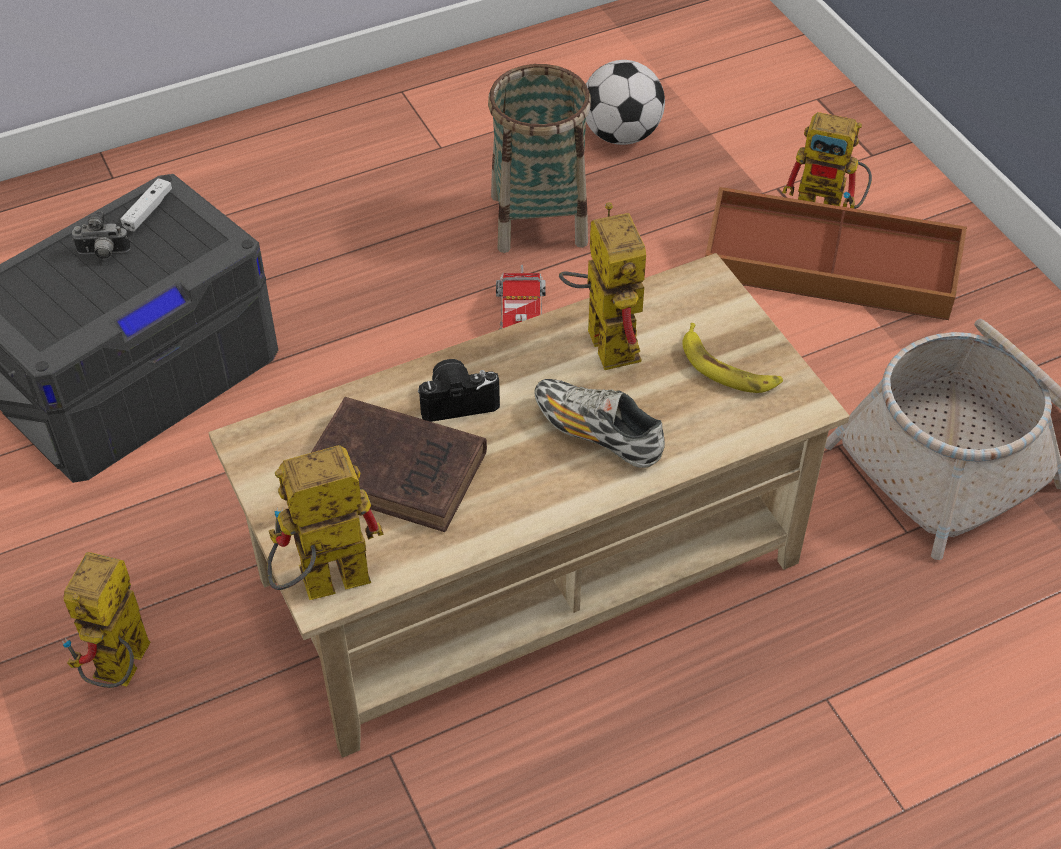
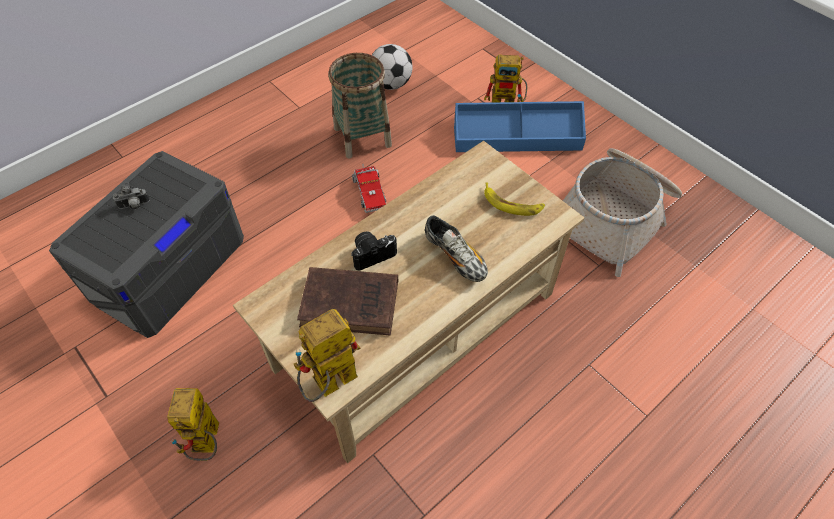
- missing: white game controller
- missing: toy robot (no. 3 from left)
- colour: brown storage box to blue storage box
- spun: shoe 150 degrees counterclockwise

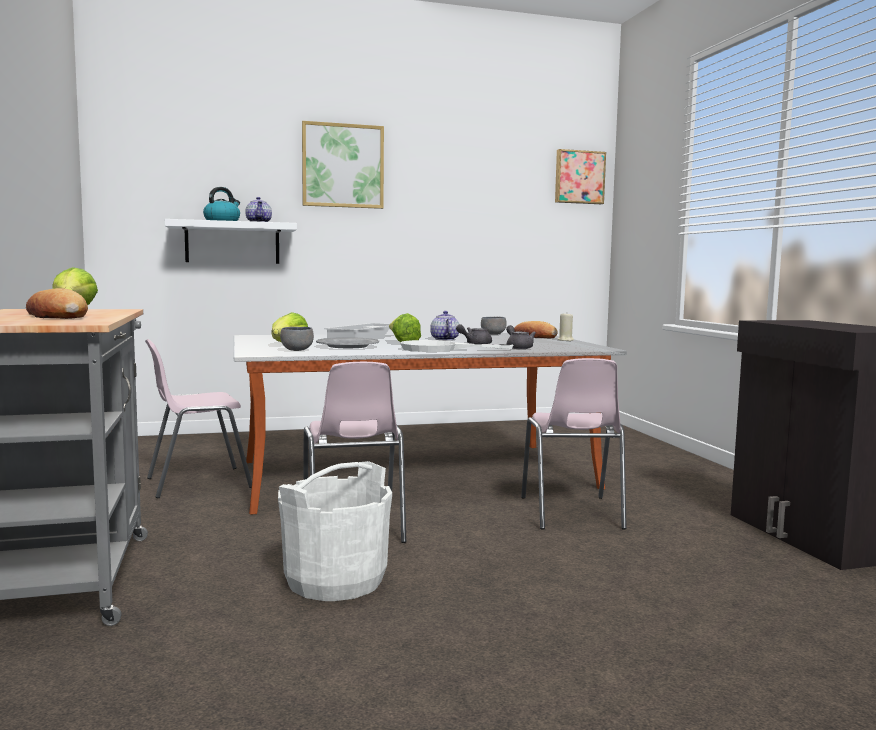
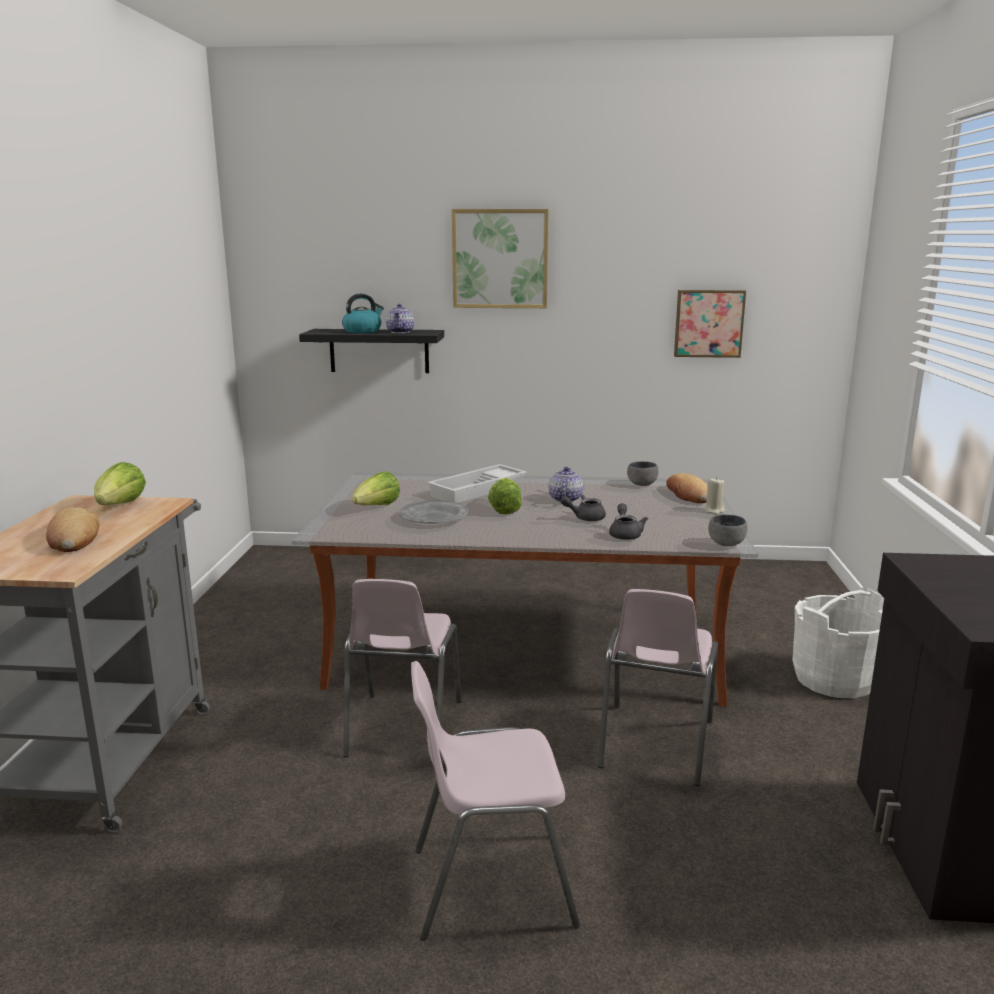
- missing: white frying pan
- relocated: pink chair (no. 1 from left in the first image) to pink chair (no. 2 from left)
- relocated: white bucket
- relocated: grey bowl (no. 1 from left in the first image) to grey bowl (no. 2 from left)
- relocated: picture (no. 2 from left)
- colour: white shelf to black shelf

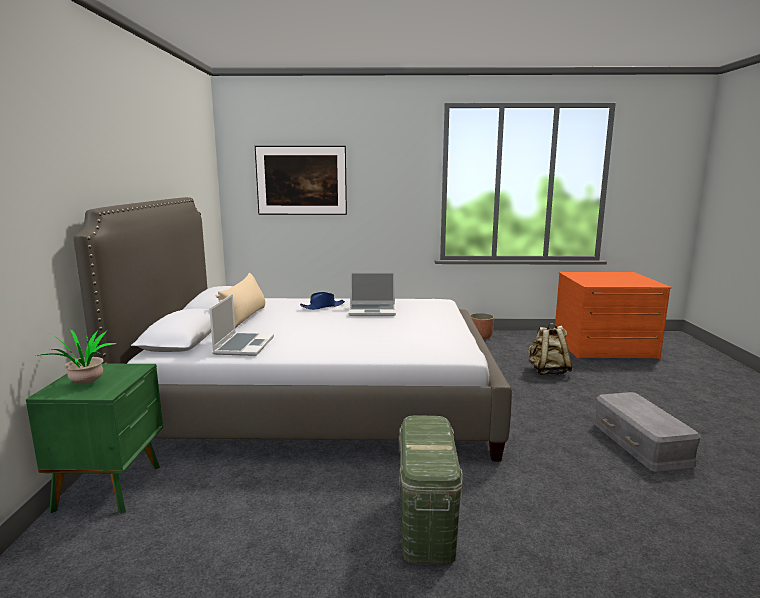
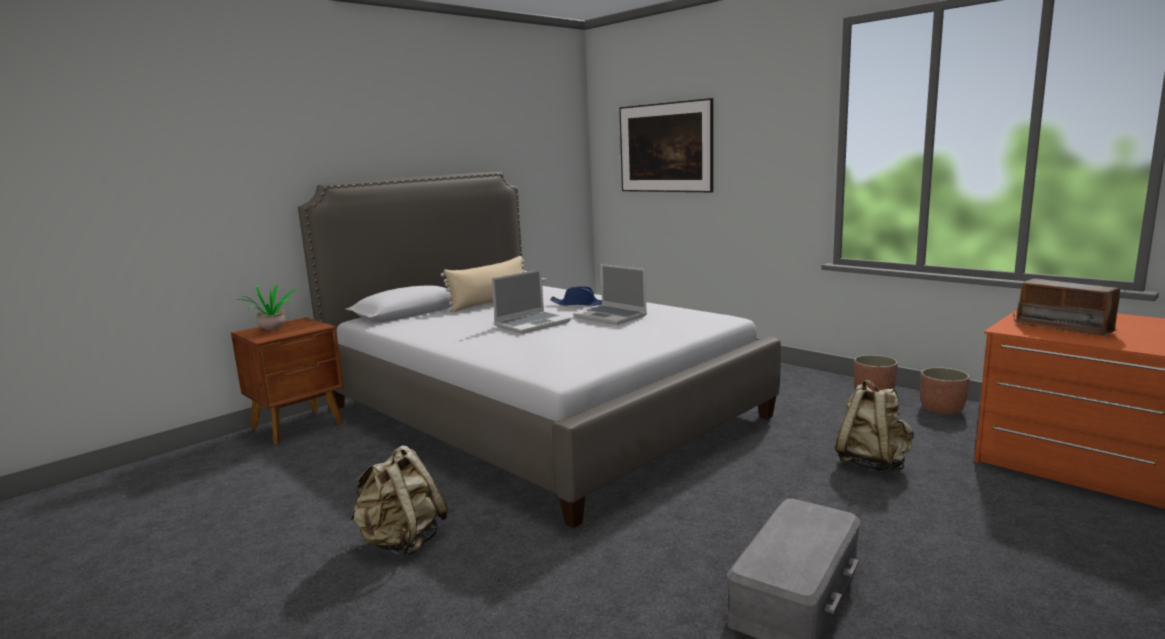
- appeared: planter (no. 2 from left)
- appeared: radio
- relocated: laptop (no. 1 from left)
- exchanged: green storage box to beige backpack (no. 1 from left)
- colour: green nightstand to brown nightstand

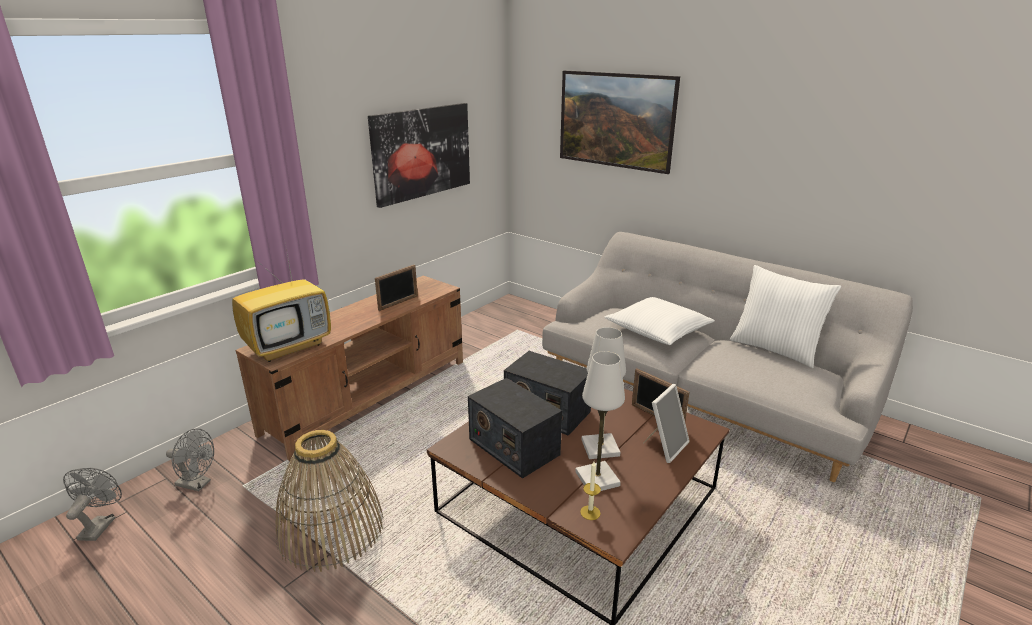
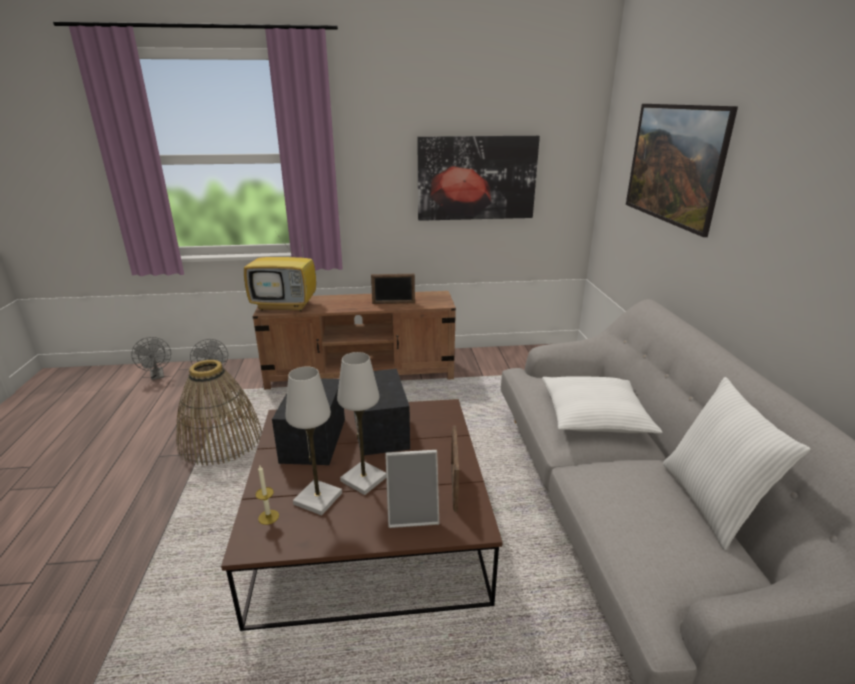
- spun: grey fan (no. 1 from left) 105 degrees clockwise

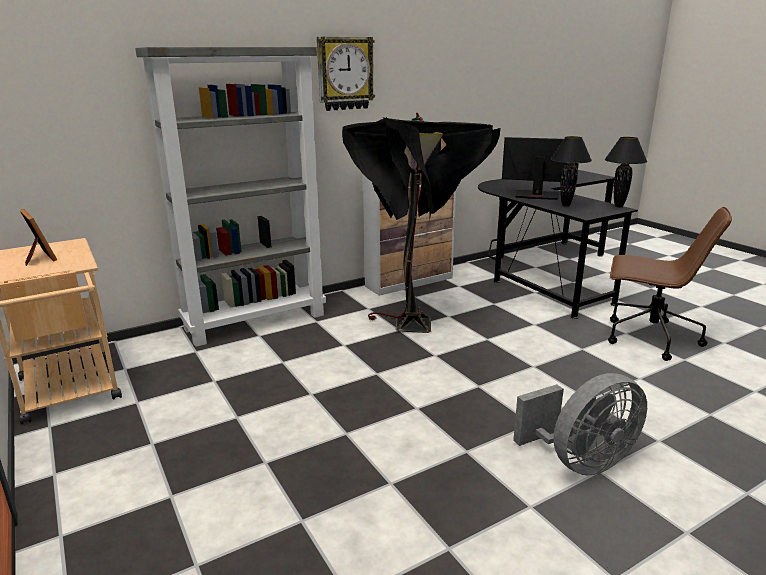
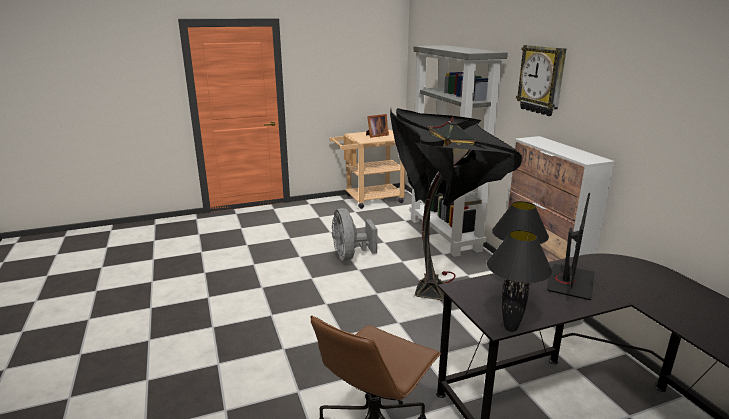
- relocated: grey fan

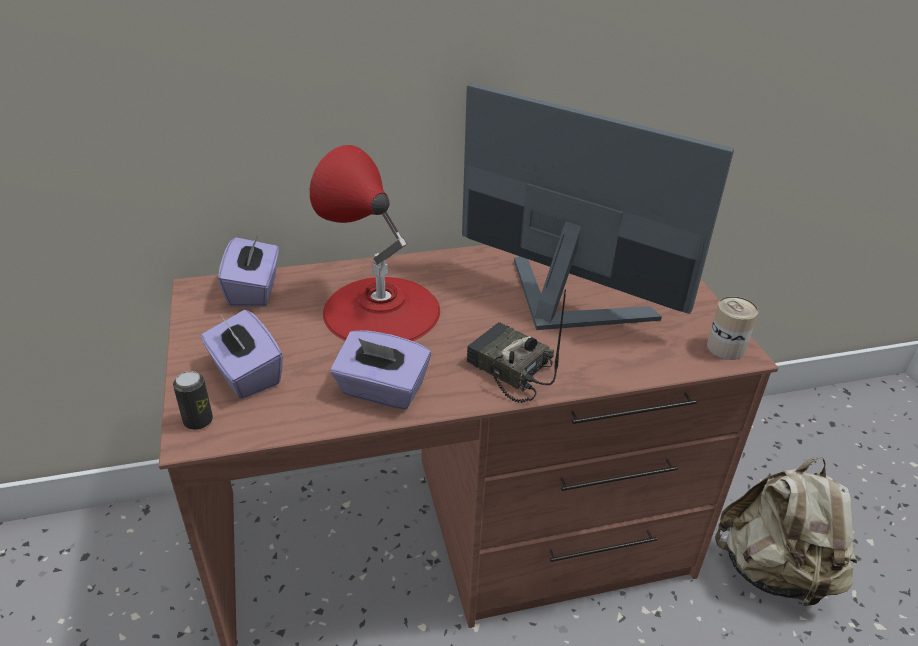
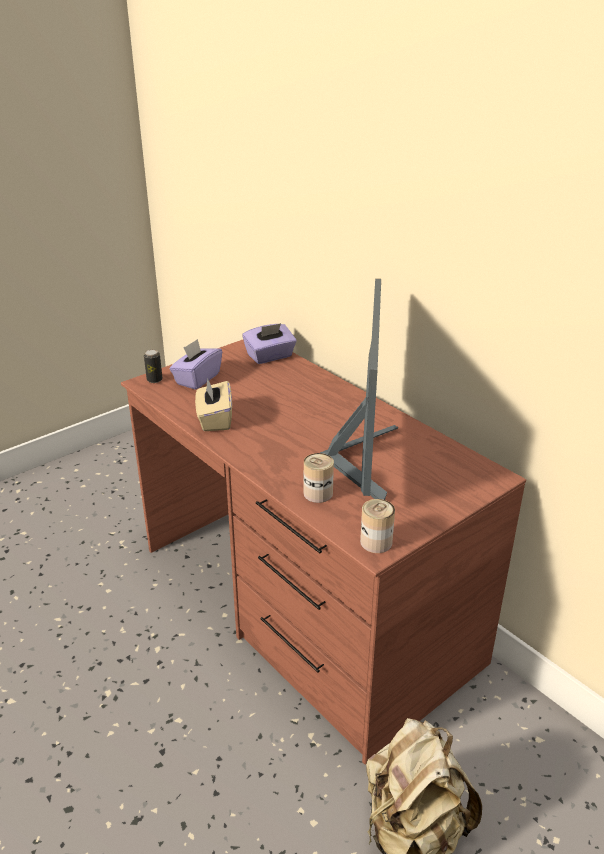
- missing: red table lamp
- missing: radio
- appeared: can (no. 2 from left)
- colour: purple tissue box (no. 3 from left) to beige tissue box

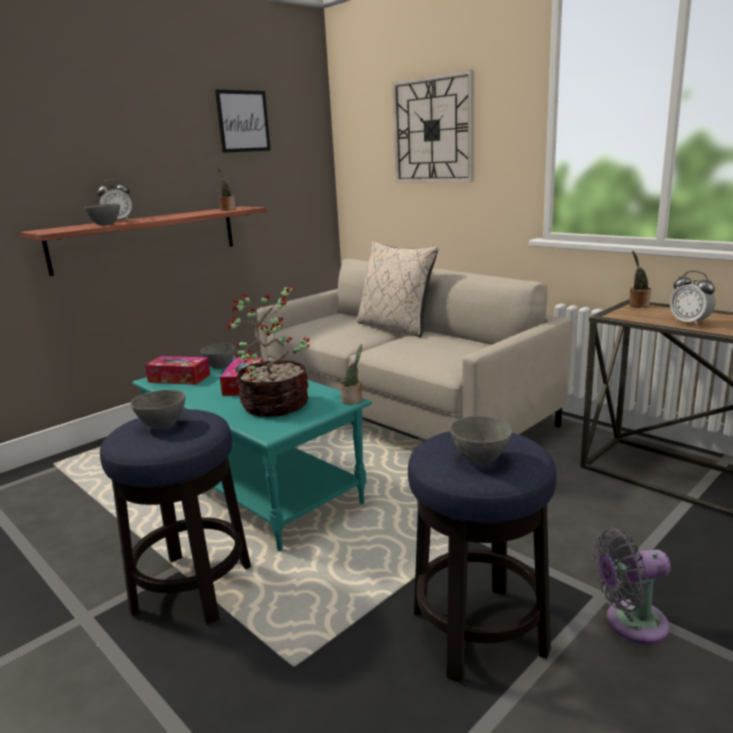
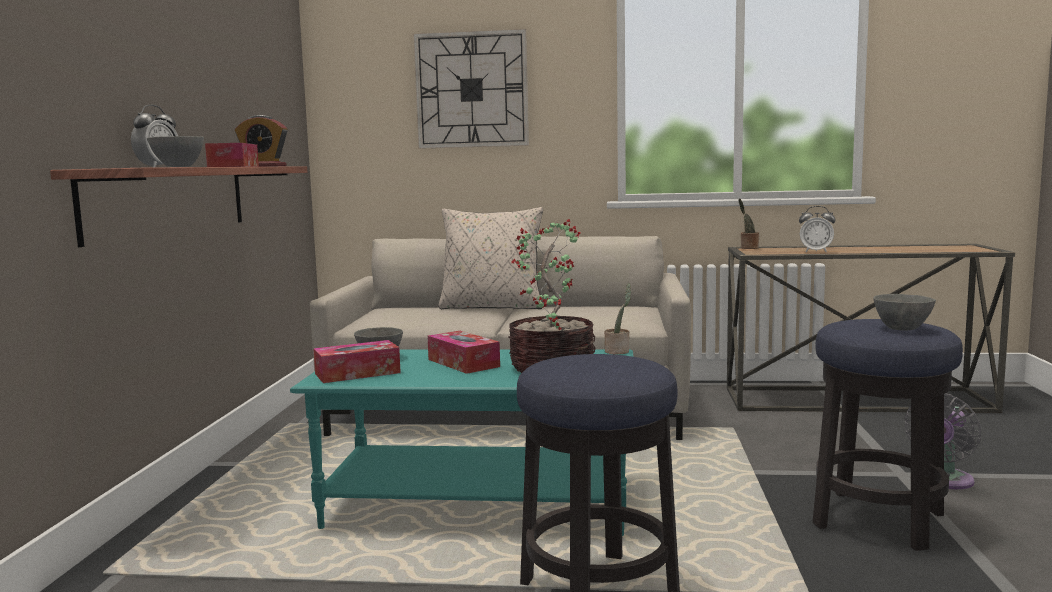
- missing: grey bowl (no. 2 from left)
- missing: picture
- appeared: tissue box (no. 1 from left)
- exchanged: potted plant (no. 1 from left) to alarm clock (no. 2 from left)

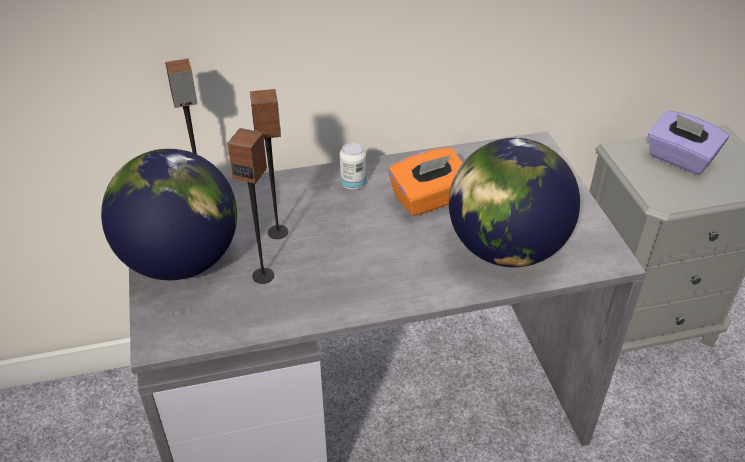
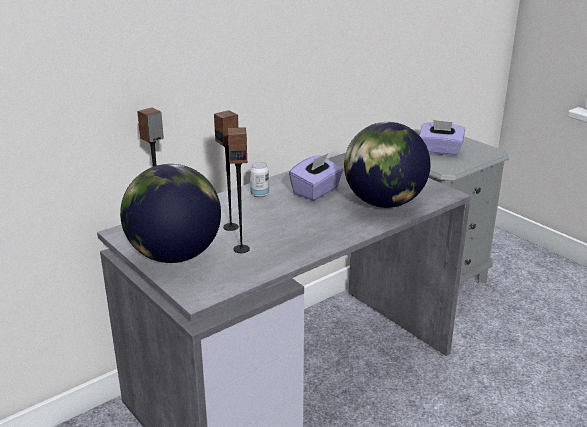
- colour: orange tissue box to purple tissue box (no. 1 from left)

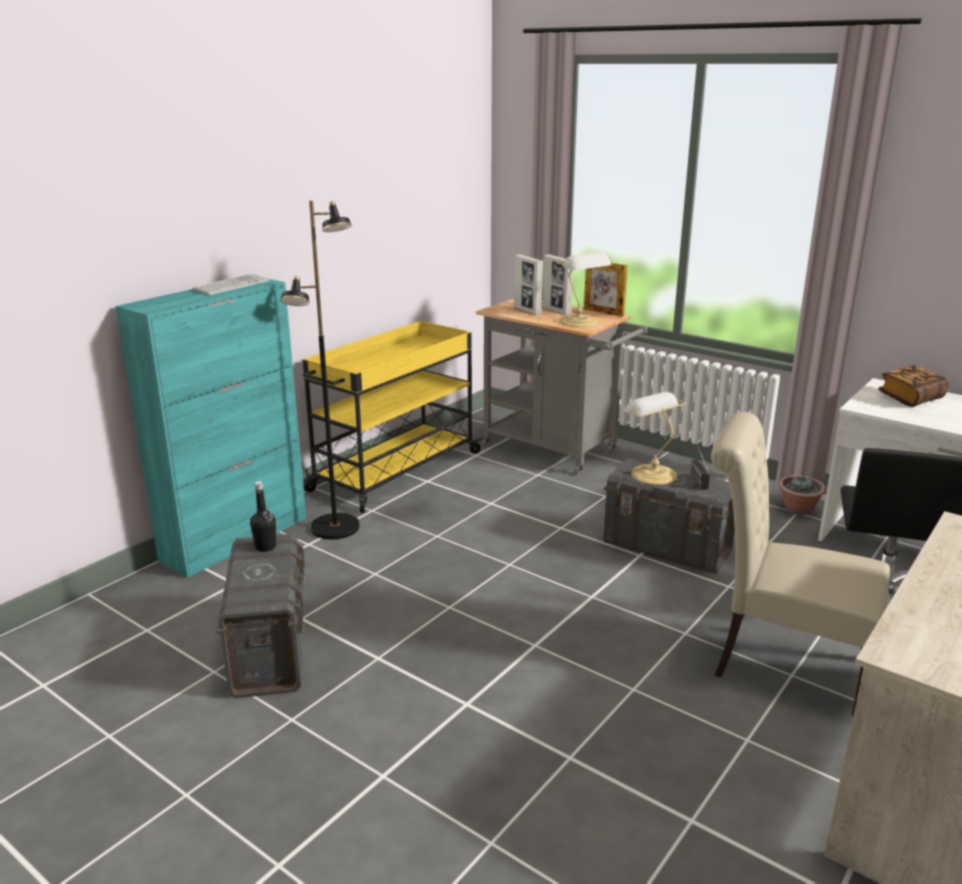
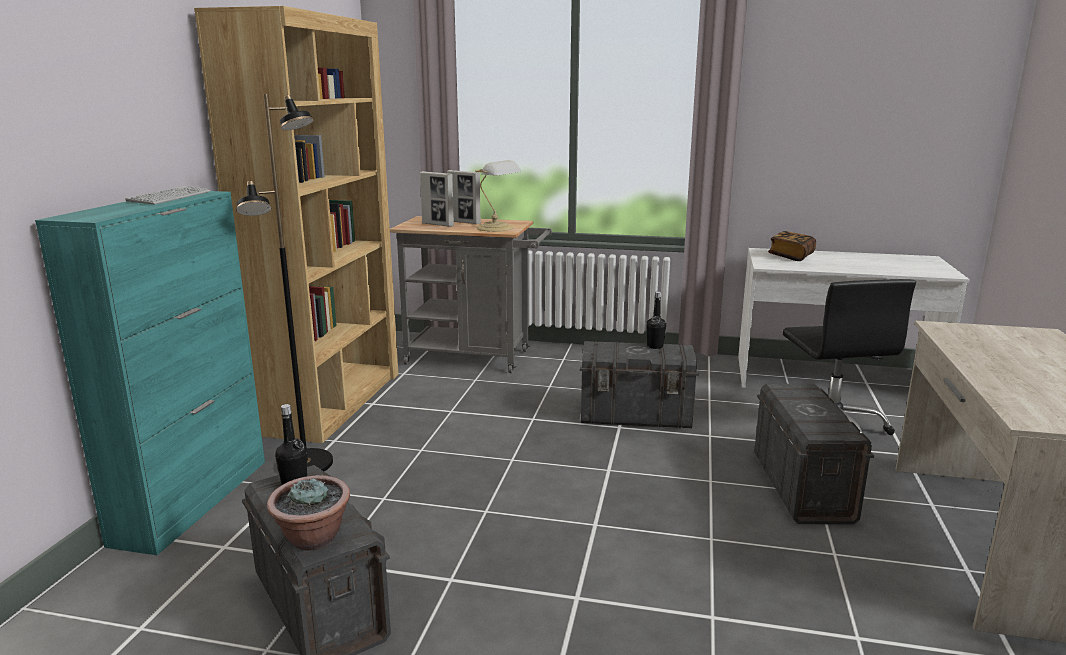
- missing: picture frame (no. 3 from left)
- missing: table lamp (no. 2 from left)
- relocated: potted plant
- exchanged: yellow cart to brown bookcase
- exchanged: radio to black bottle (no. 2 from left)
- exchanged: beige chair to grey storage box (no. 3 from left)

